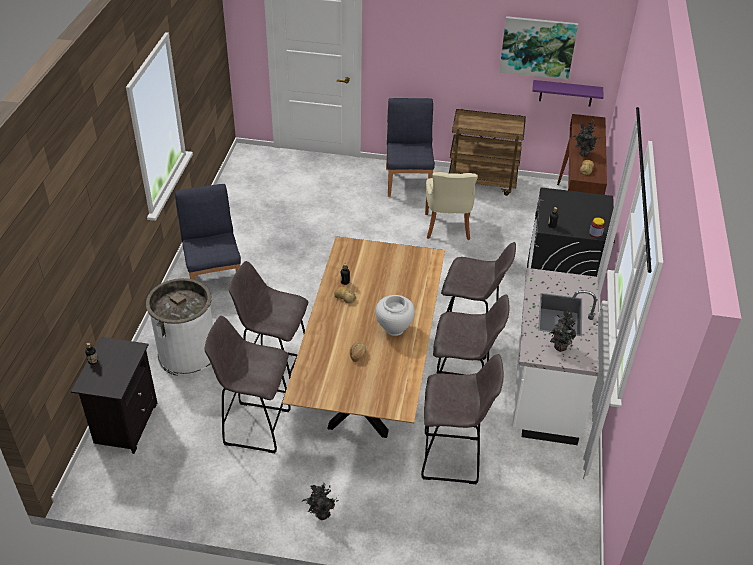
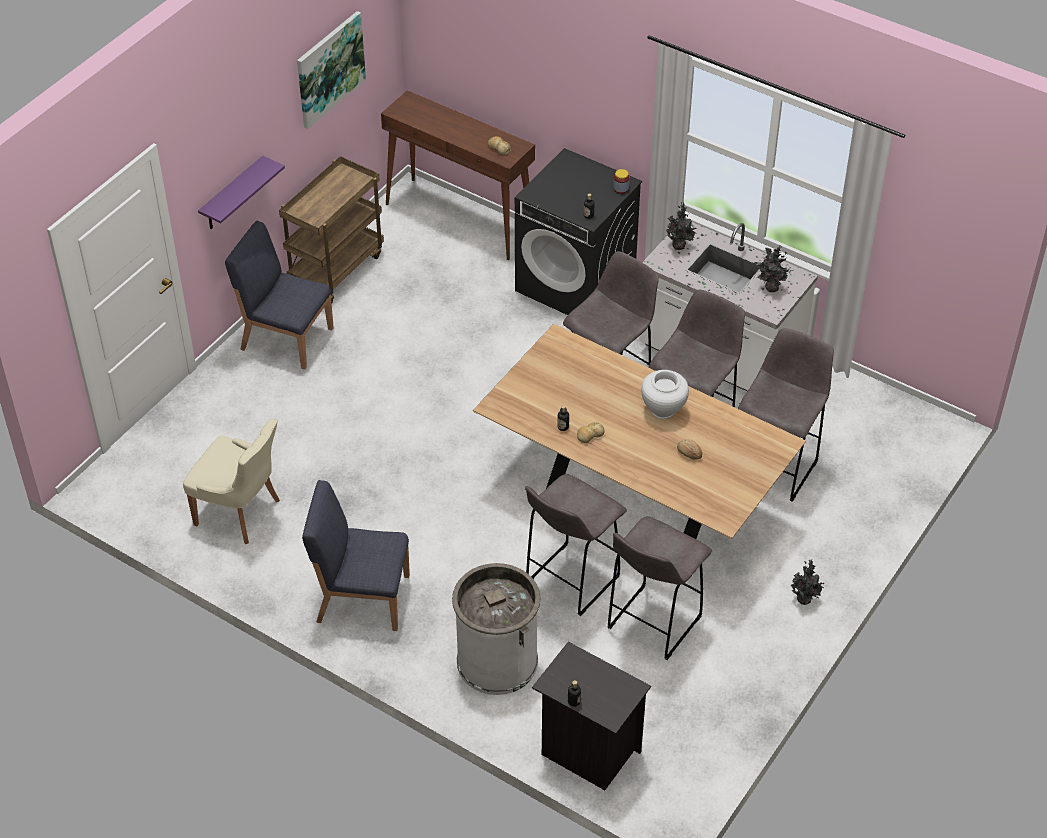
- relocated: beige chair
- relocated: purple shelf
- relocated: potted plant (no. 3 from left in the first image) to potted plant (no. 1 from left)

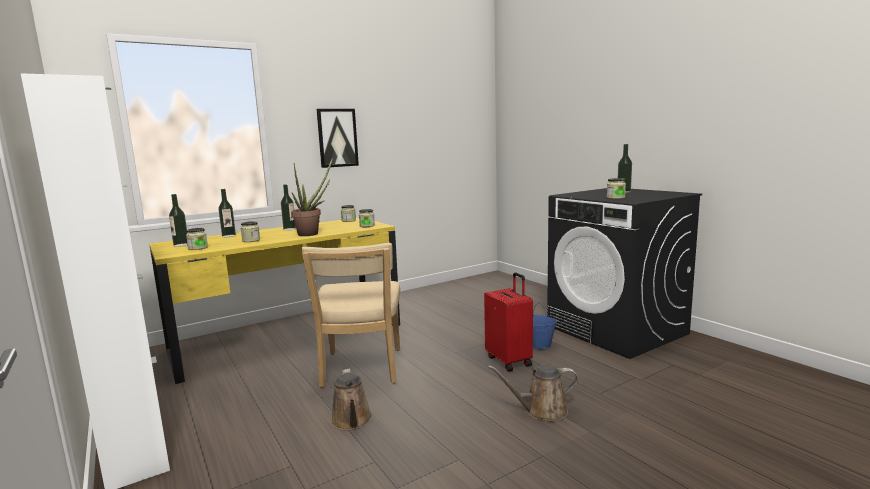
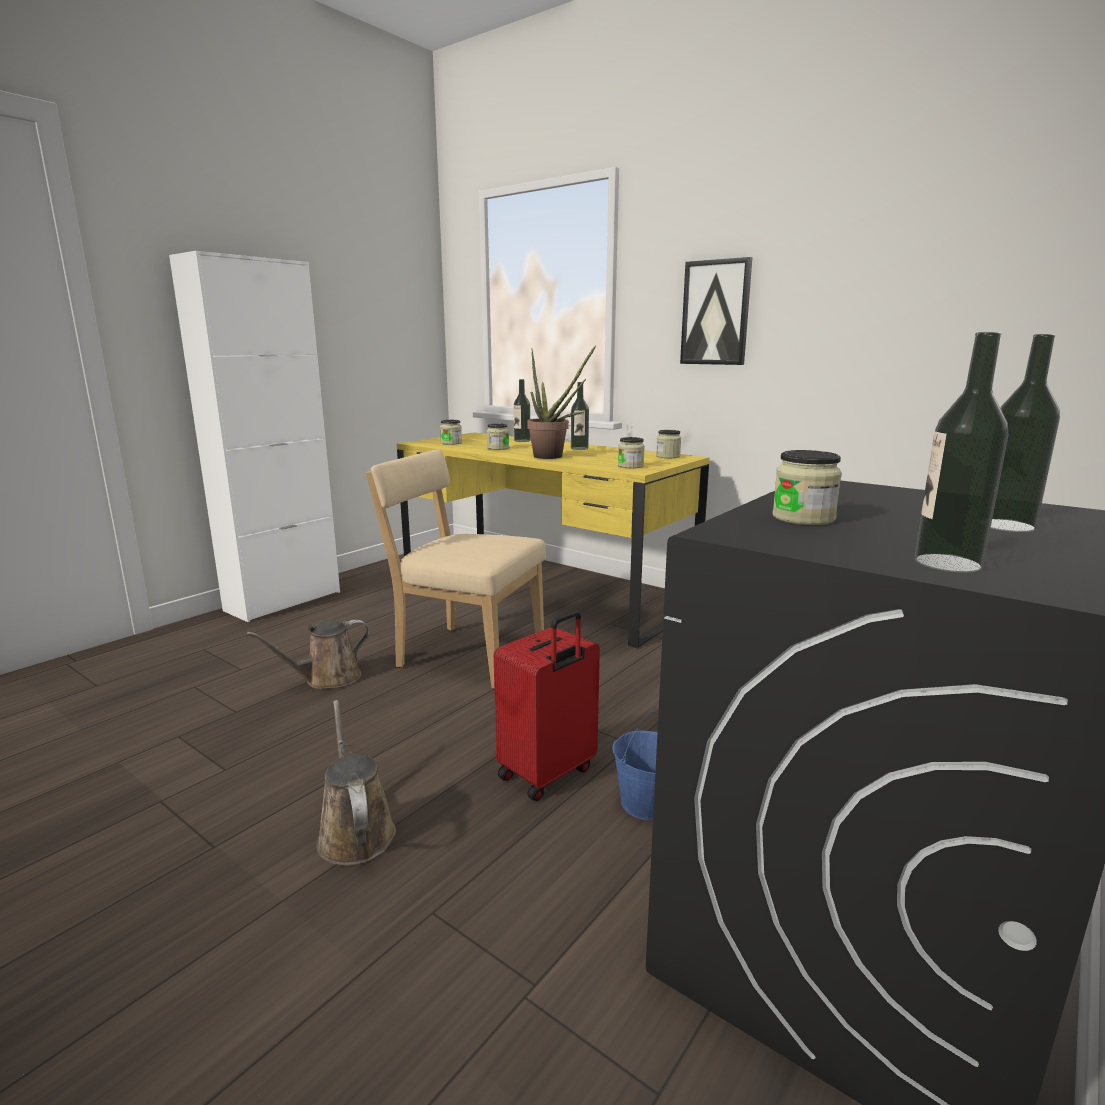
- relocated: bottle (no. 1 from left in the first image) to bottle (no. 3 from left)
- spun: beige chair 45 degrees clockwise

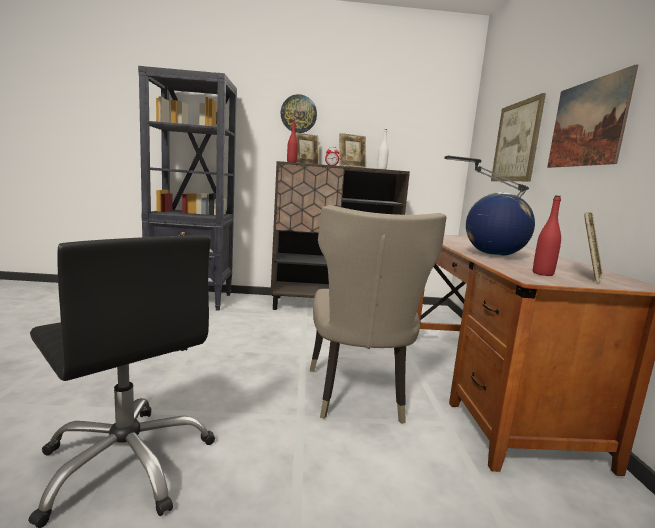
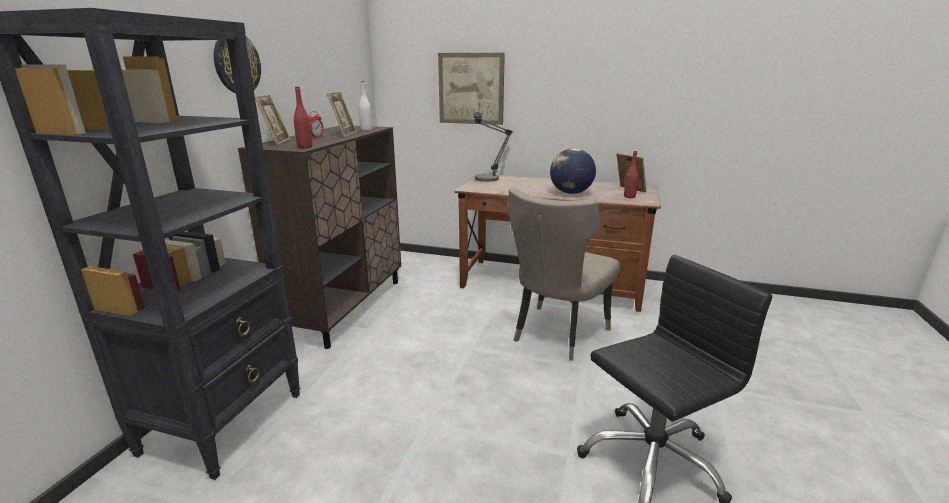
- missing: picture (no. 2 from left)
- spun: beige chair 105 degrees clockwise

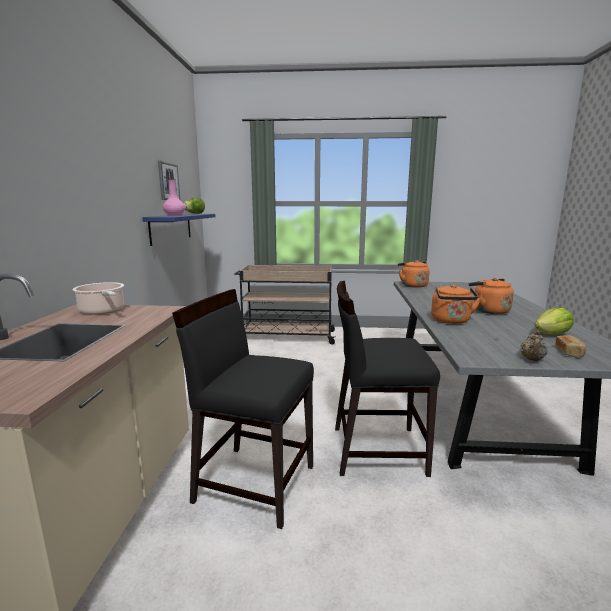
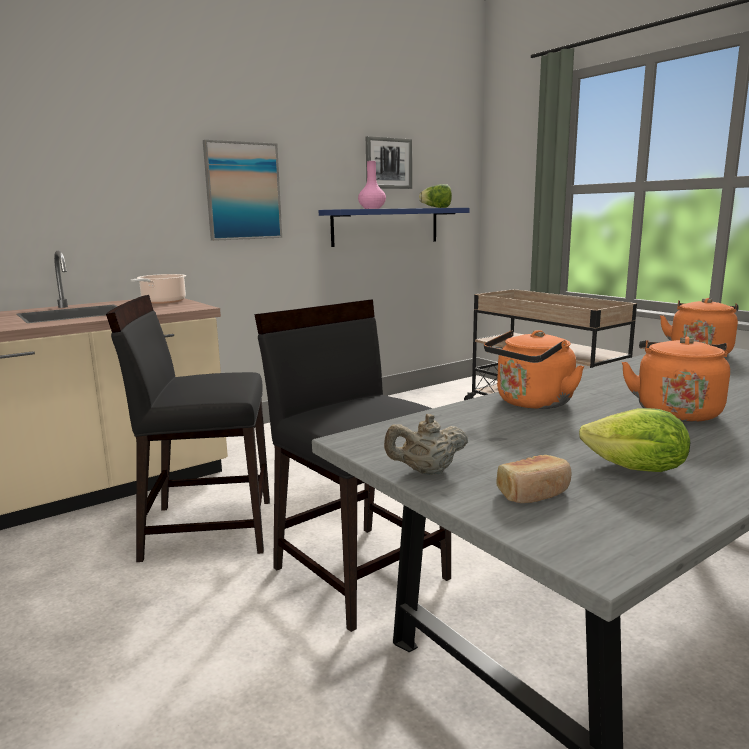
- appeared: picture (no. 1 from left)
- spun: black chair (no. 1 from left) 75 degrees counterclockwise

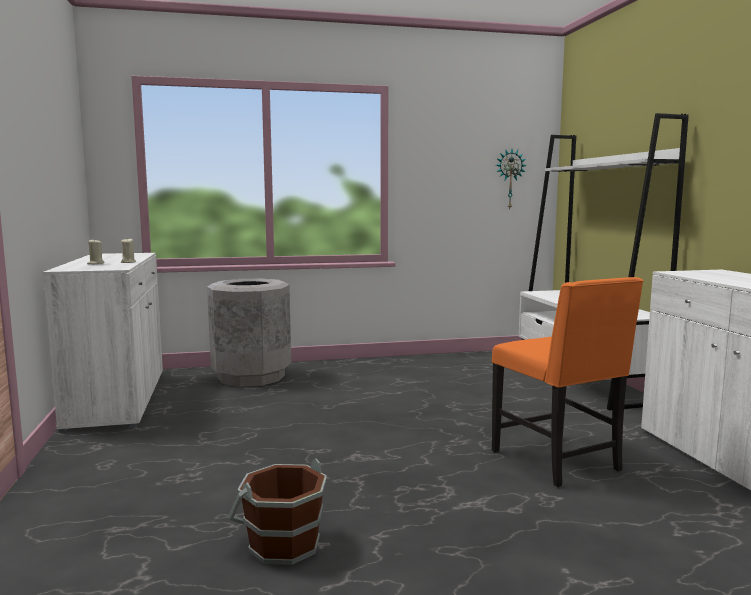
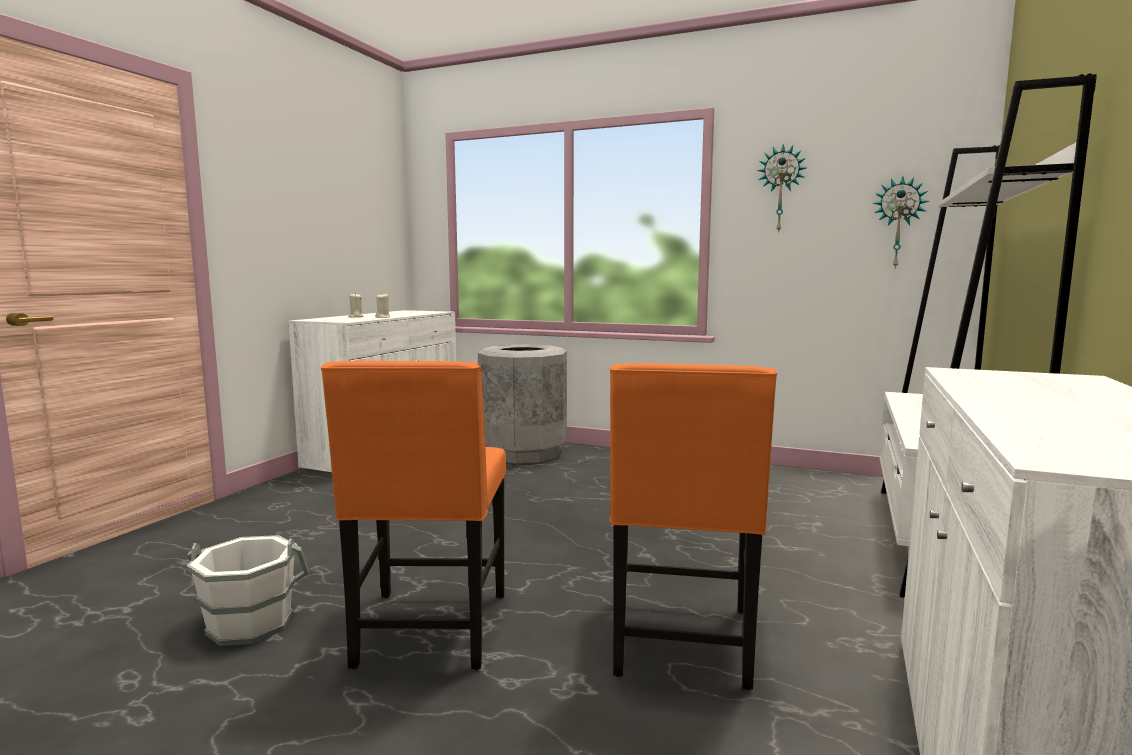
- appeared: orange chair (no. 1 from left)
- appeared: wall clock (no. 1 from left)
- colour: brown bucket to white bucket

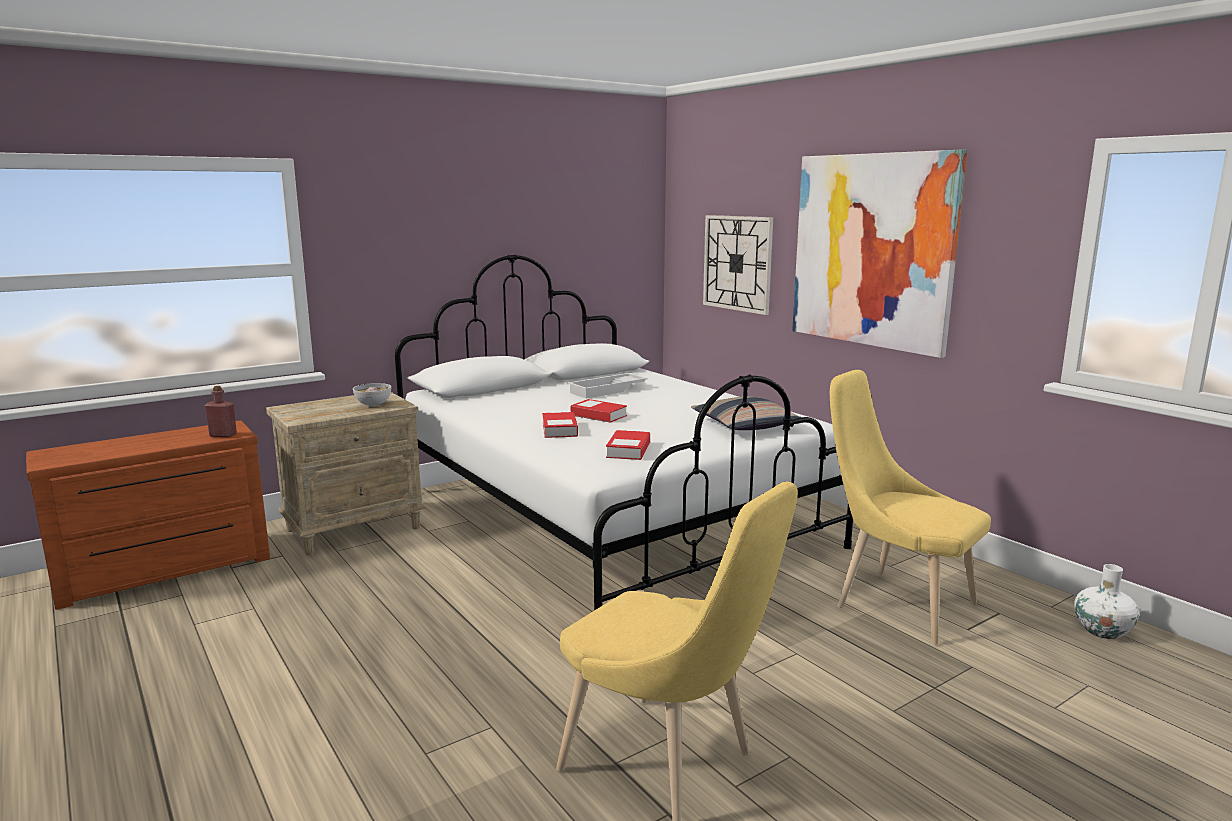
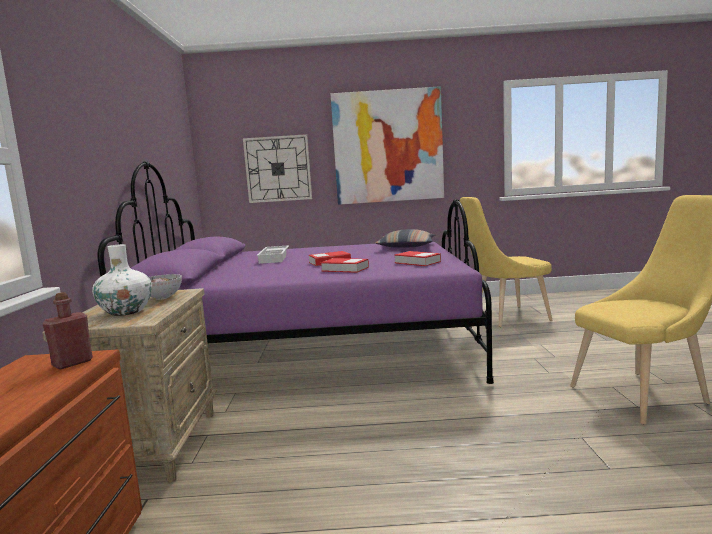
- relocated: white vase
- colour: white bed to purple bed

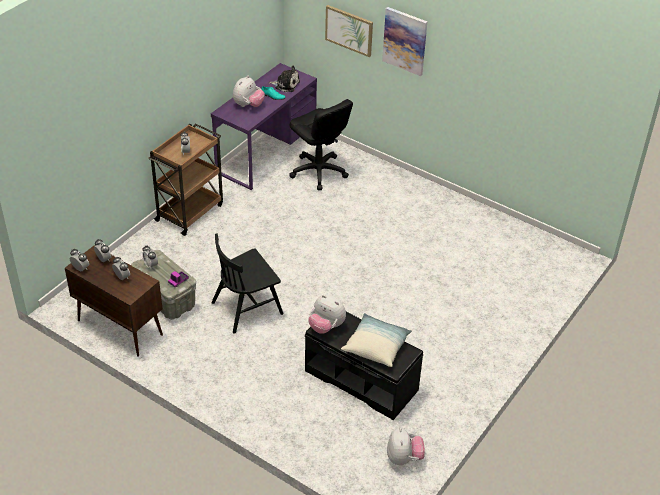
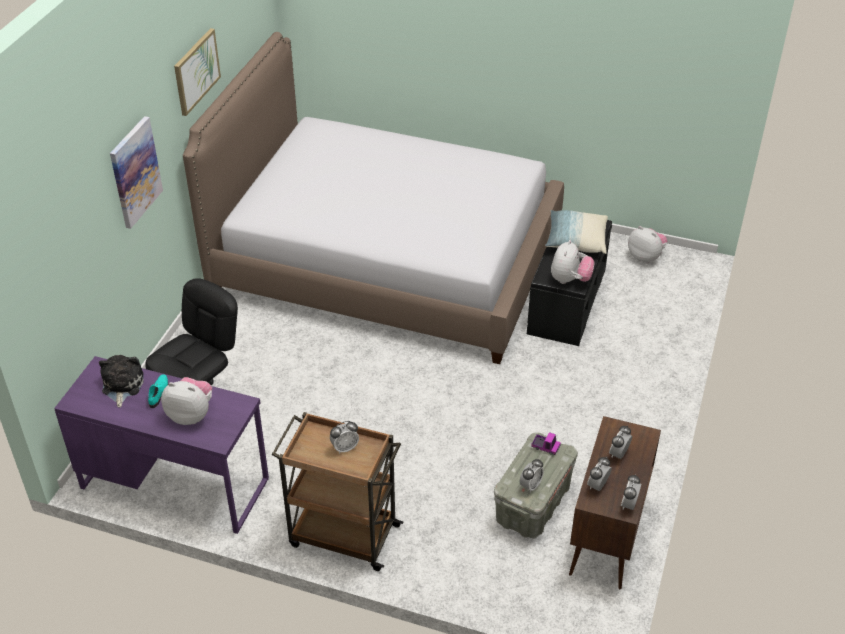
- missing: black chair
- appeared: bed
- relocated: picture (no. 1 from left in the first image) to picture (no. 2 from left)
- spun: plush toy (no. 4 from left) 60 degrees clockwise

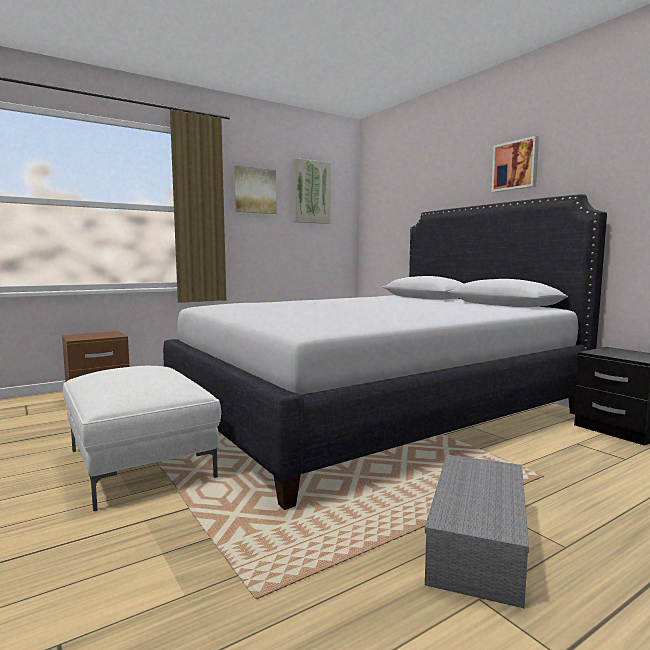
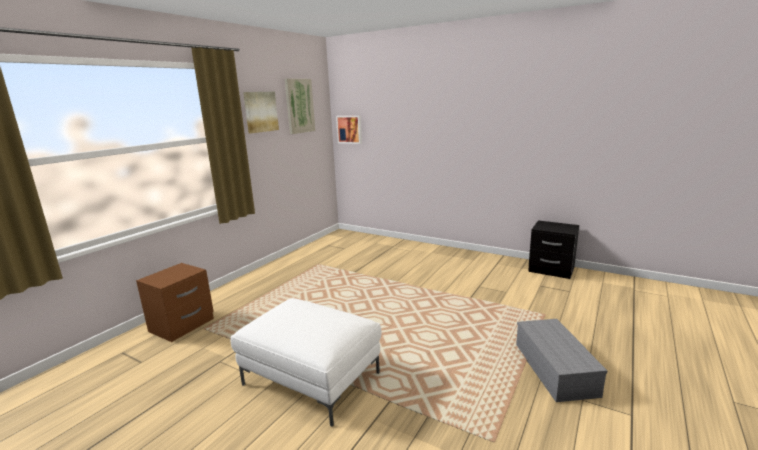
- missing: white bed
- relocated: picture (no. 3 from left)

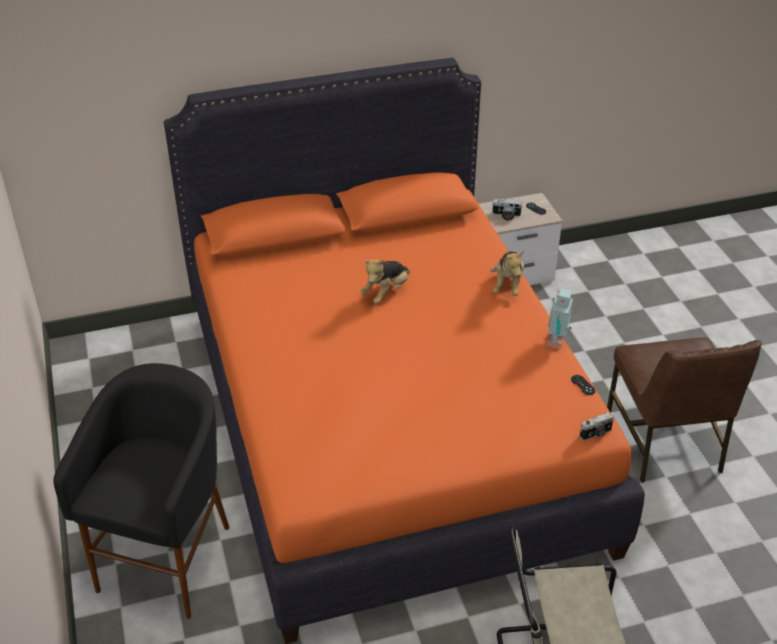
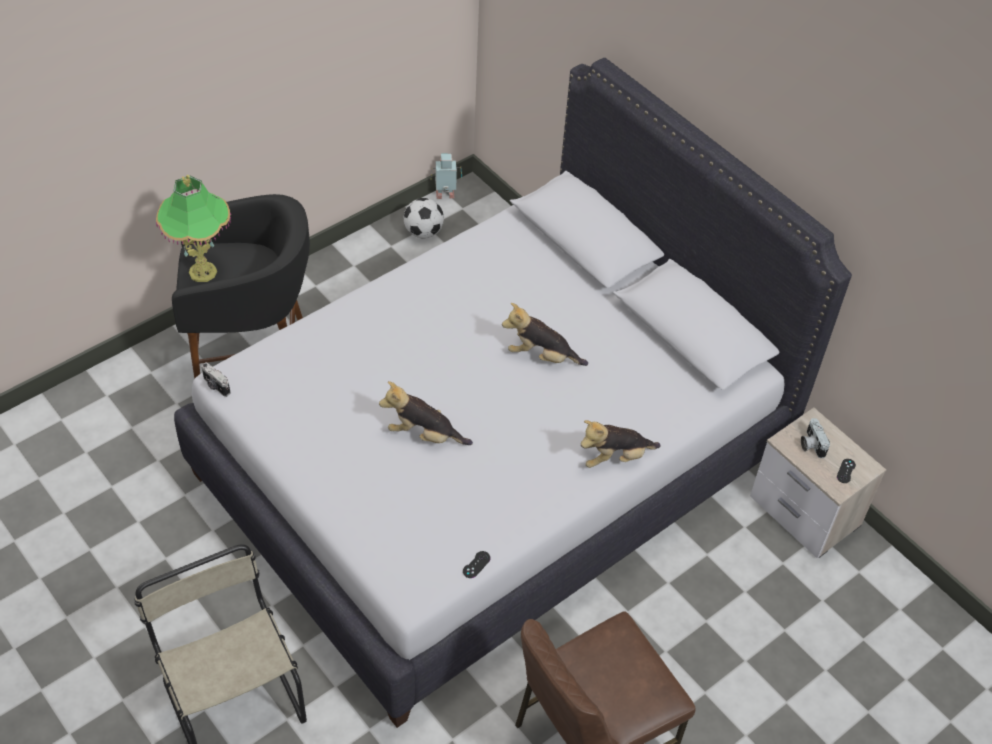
- appeared: table lamp
- appeared: plush toy (no. 1 from left)
- appeared: football
- relocated: toy robot
- relocated: photo camera (no. 2 from left in the first image) to photo camera (no. 1 from left)
- colour: orange bed to white bed

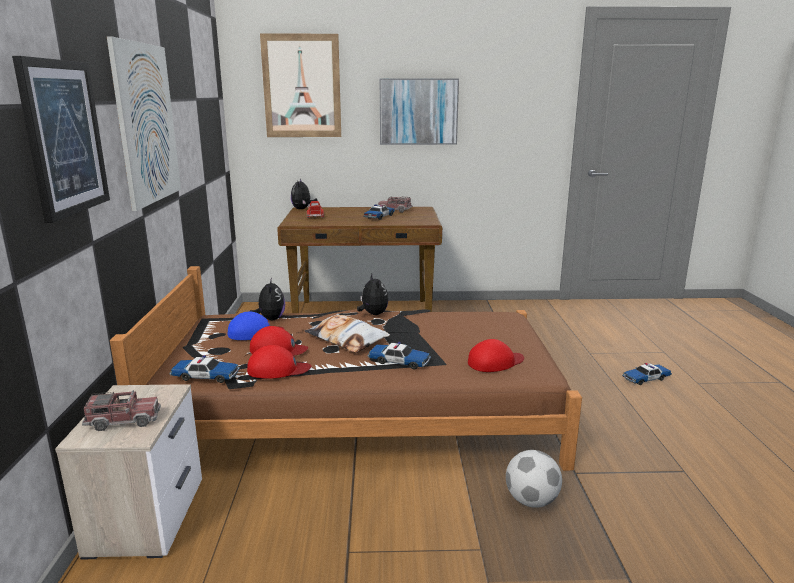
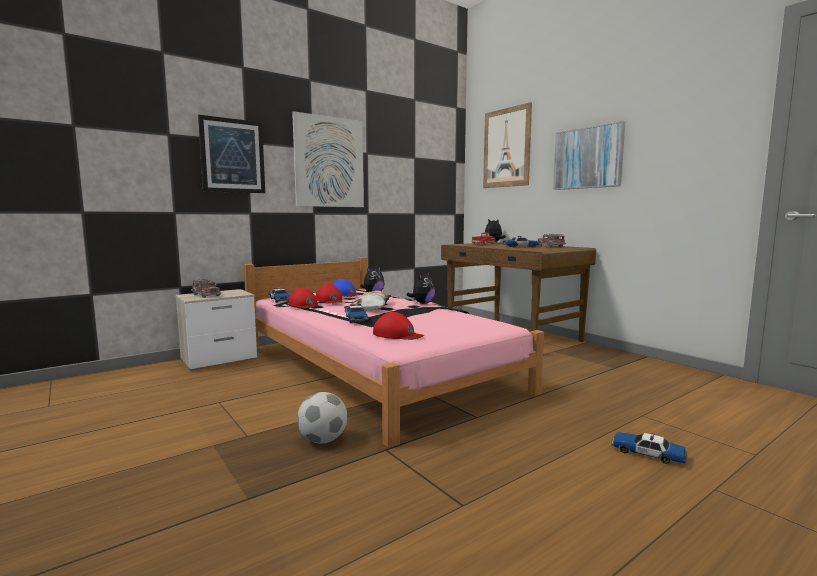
- colour: brown bed to pink bed

